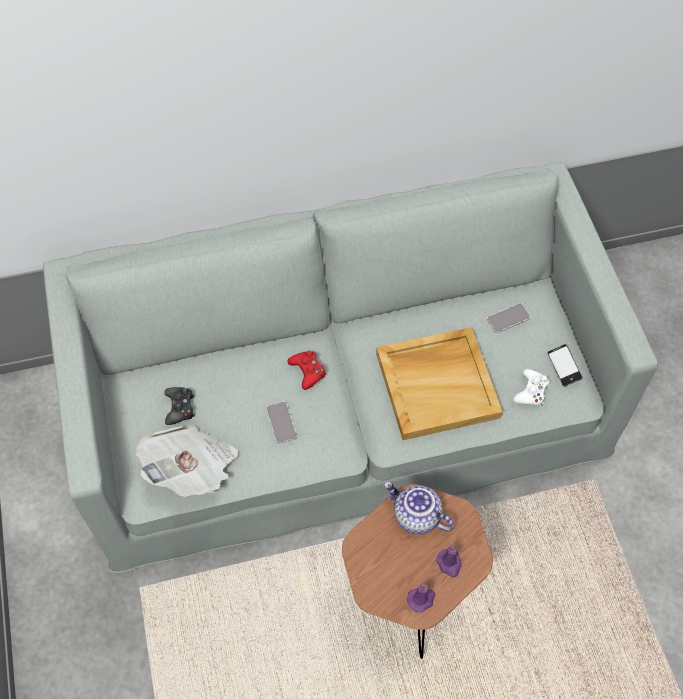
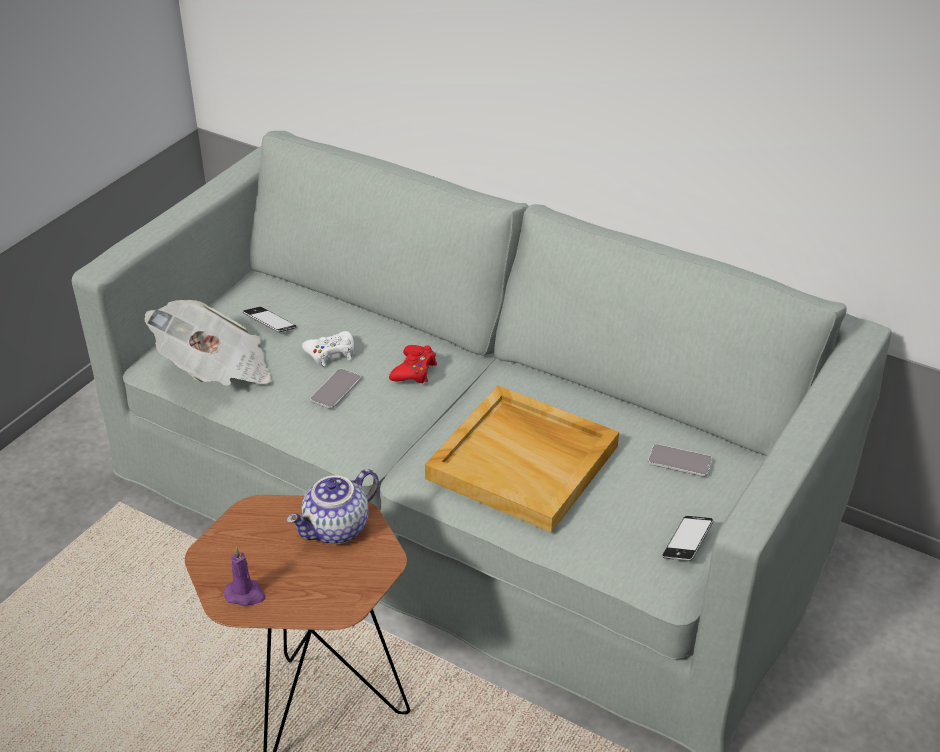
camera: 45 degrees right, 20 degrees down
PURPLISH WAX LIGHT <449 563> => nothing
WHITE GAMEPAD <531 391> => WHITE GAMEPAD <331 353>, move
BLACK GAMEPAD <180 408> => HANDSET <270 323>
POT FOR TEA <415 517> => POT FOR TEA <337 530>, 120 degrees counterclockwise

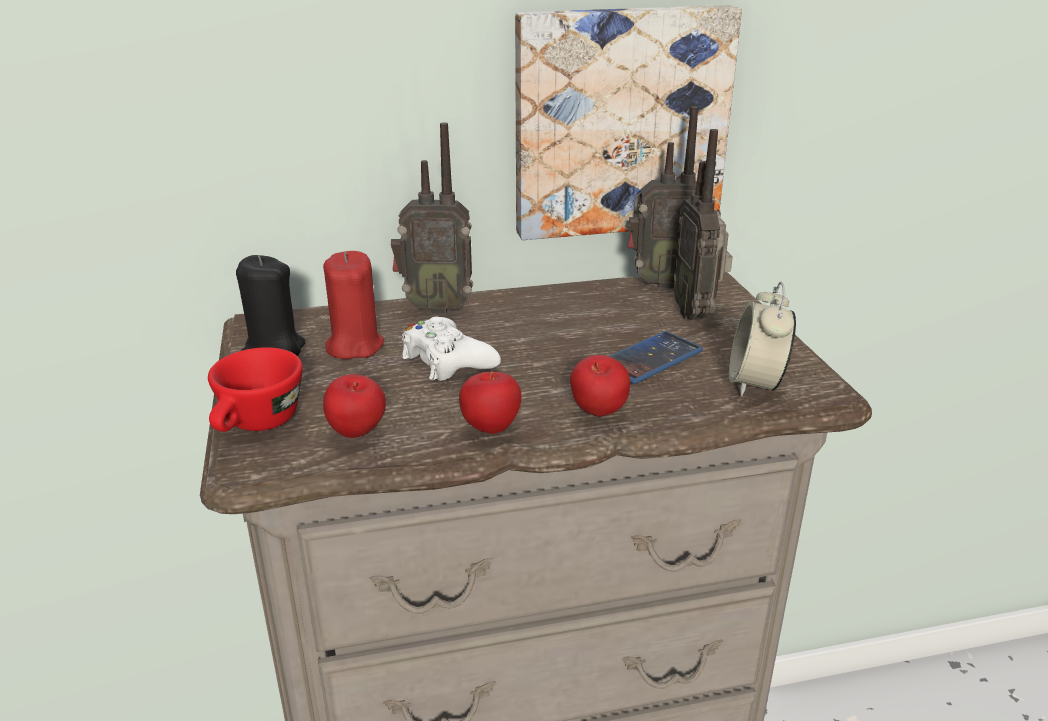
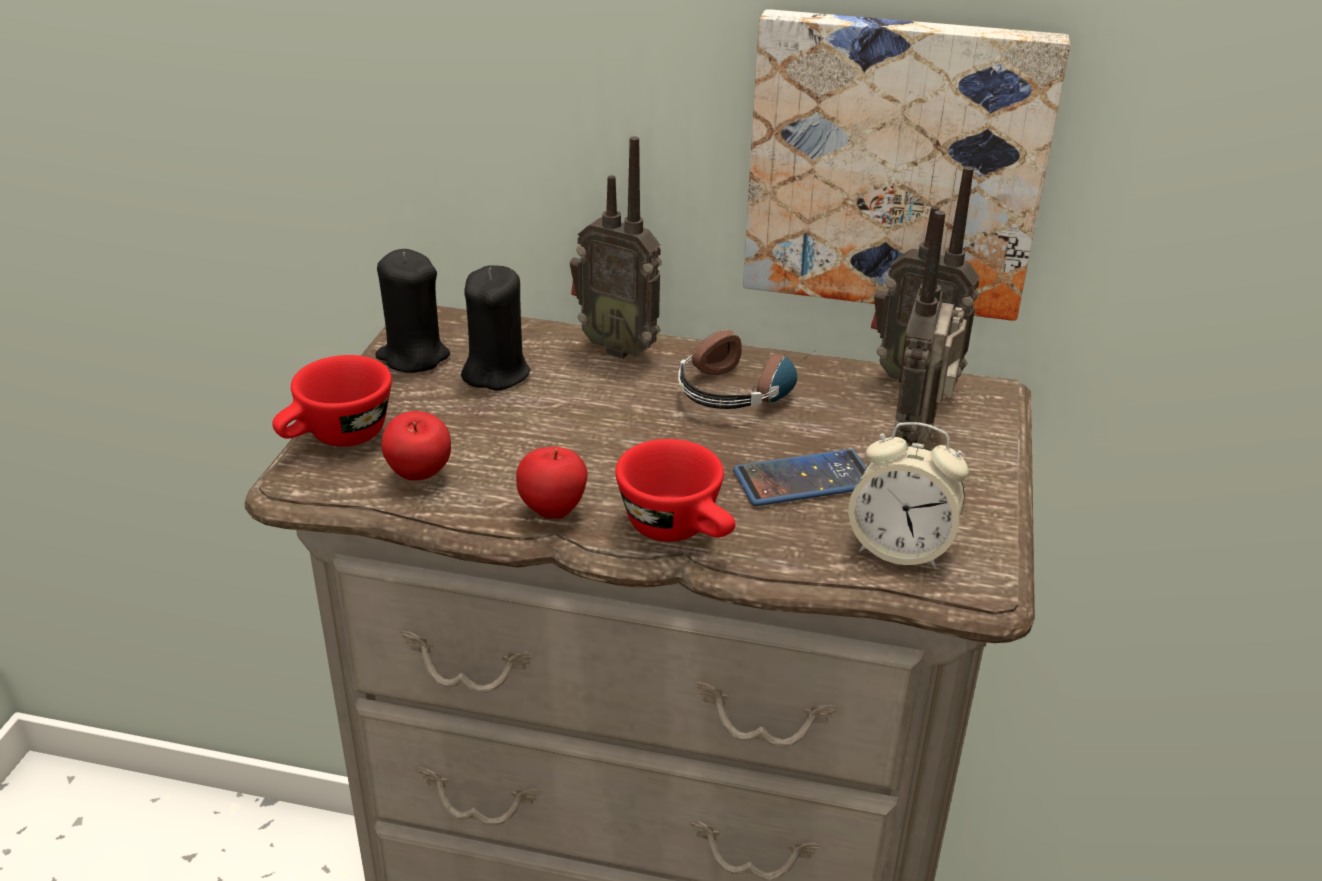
camera: 25 degrees right, 5 degrees up
WHITE GAMEPAD <447 361> => nothing
nothing => PAIR OF HEADPHONES <743 385>
APPLE <598 414> => RED-COLOURED SMALL CUP <680 530>
RED-COLOURED WAX LIGHT <354 346> => BLACK WAX LIGHT <496 373>
ALARM CLOCK <755 383> => ALARM CLOCK <900 548>, 105 degrees counterclockwise

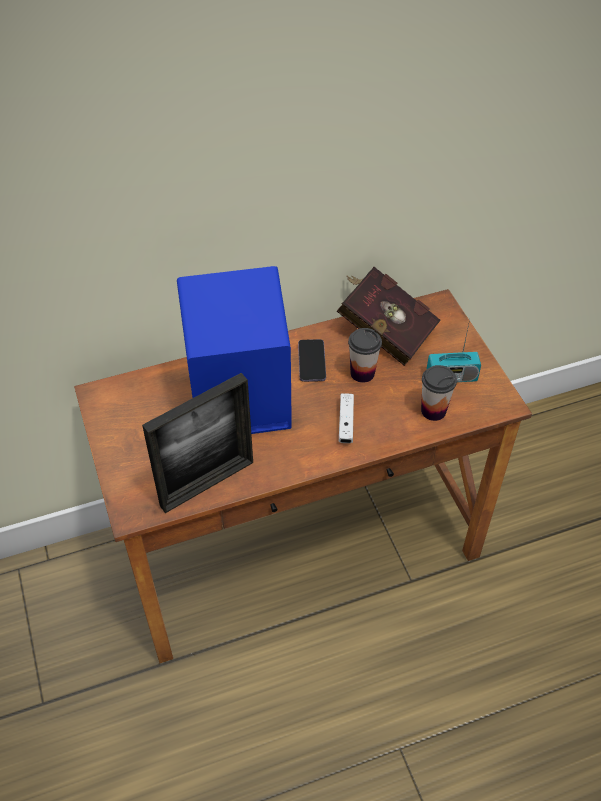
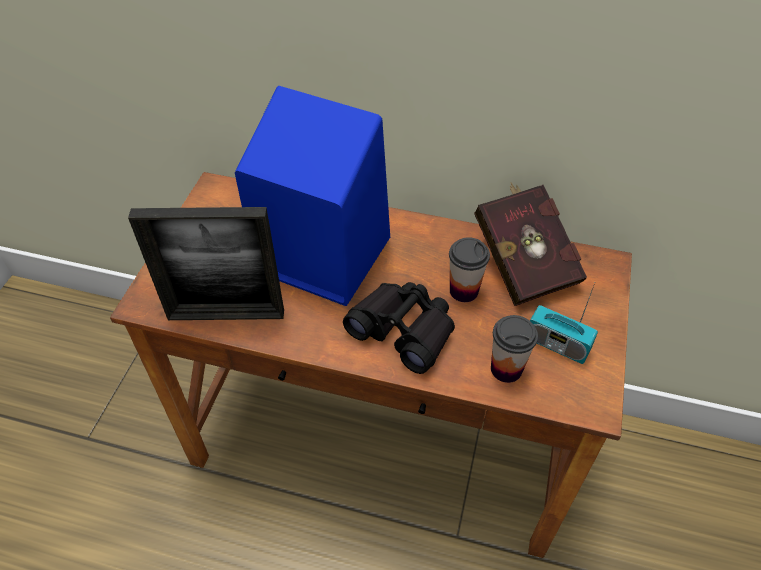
camera: 35 degrees right, 0 degrees up
HANDSET <311 361> => nothing
WHITE GAMEPAD <346 423> => BLACK FIELD GLASSES <404 330>

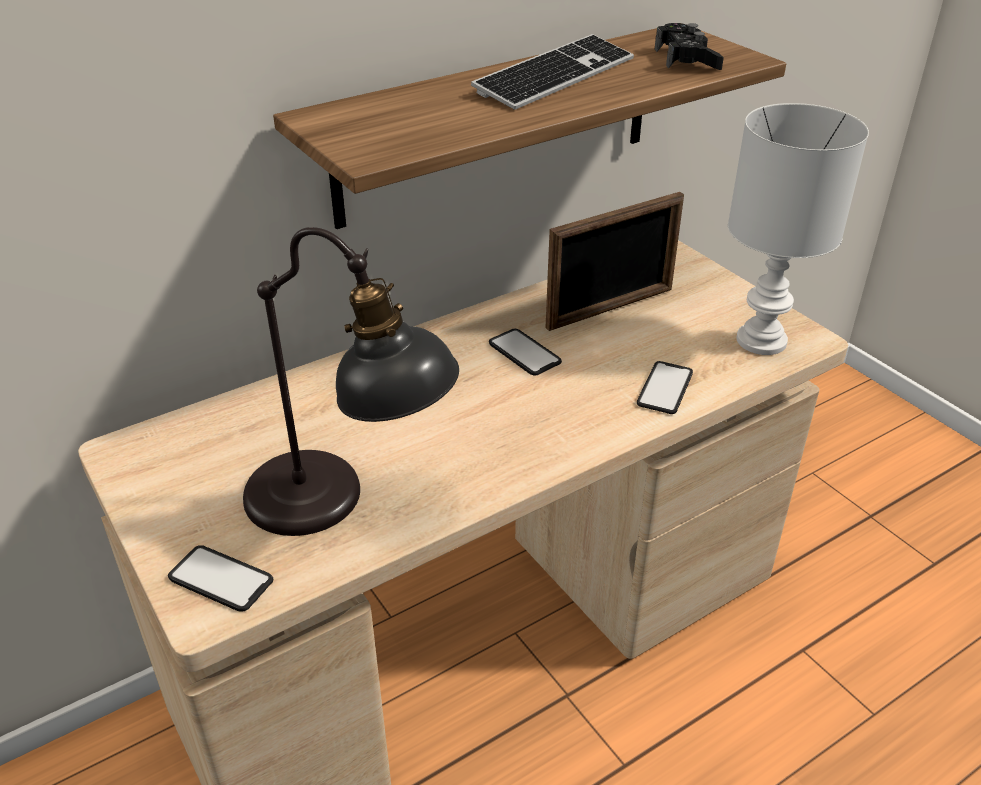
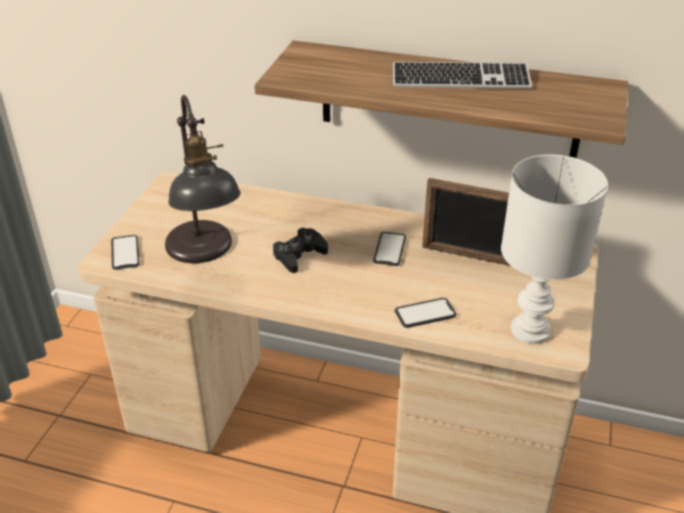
camera: 50 degrees right, 0 degrees up
BLACK GAMEPAD <687 59> => BLACK GAMEPAD <299 255>, move

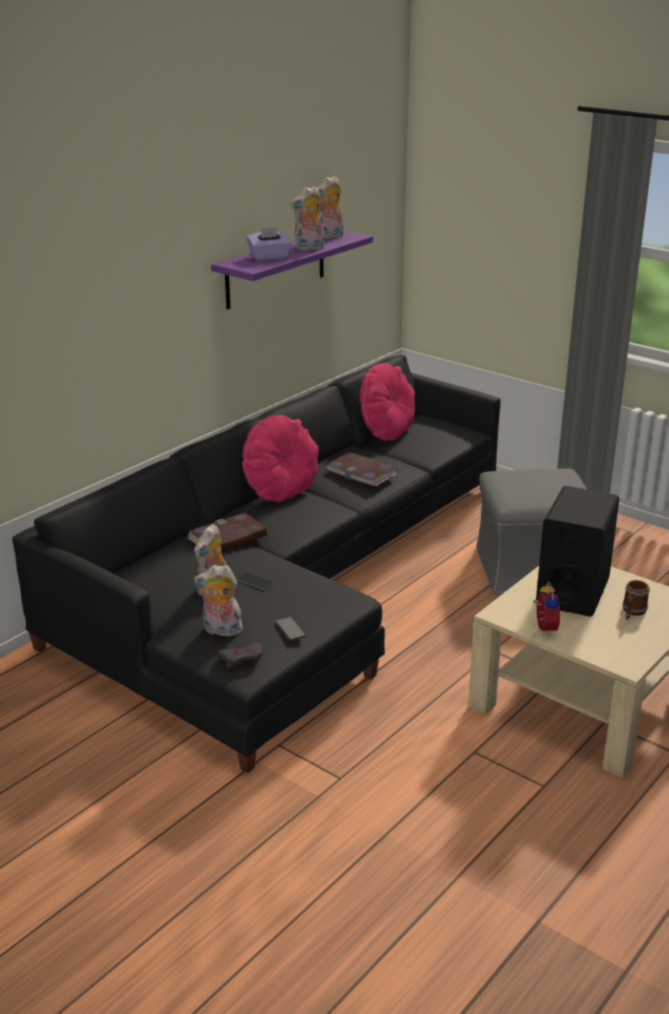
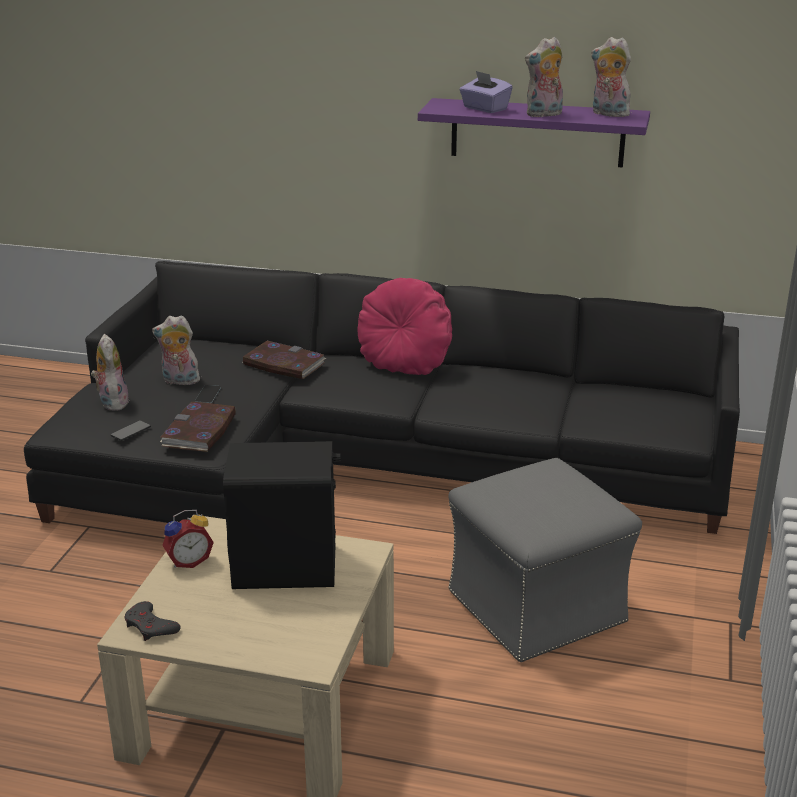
camera: 65 degrees right, 0 degrees up
PINKISH PILLOW <386 434> => nothing
TEA MUG <632 612> => nothing
GRAY GAMEPAD <242 658> => GRAY GAMEPAD <150 626>, move
BOUND BOOK <362 472> => BOUND BOOK <199 431>, move
SOFT TOY <309 248> => SOFT TOY <544 114>, 60 degrees counterclockwise

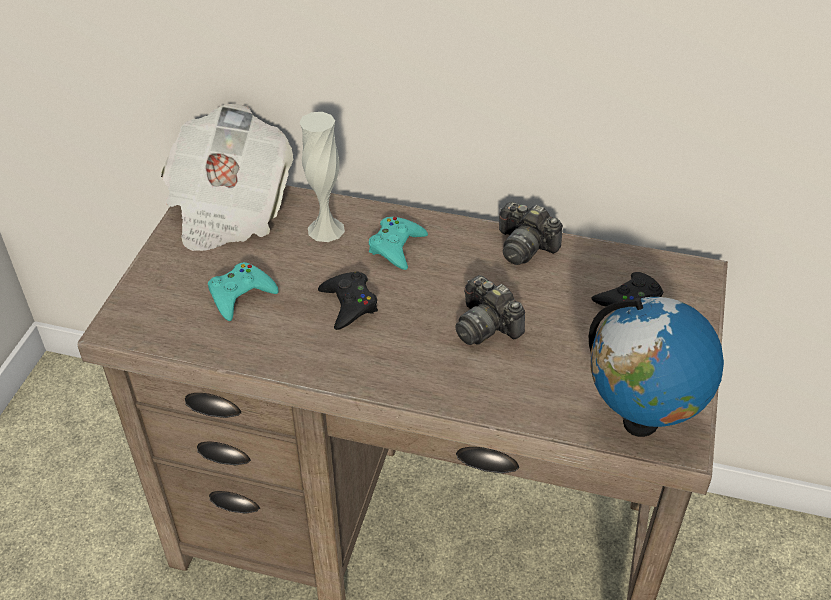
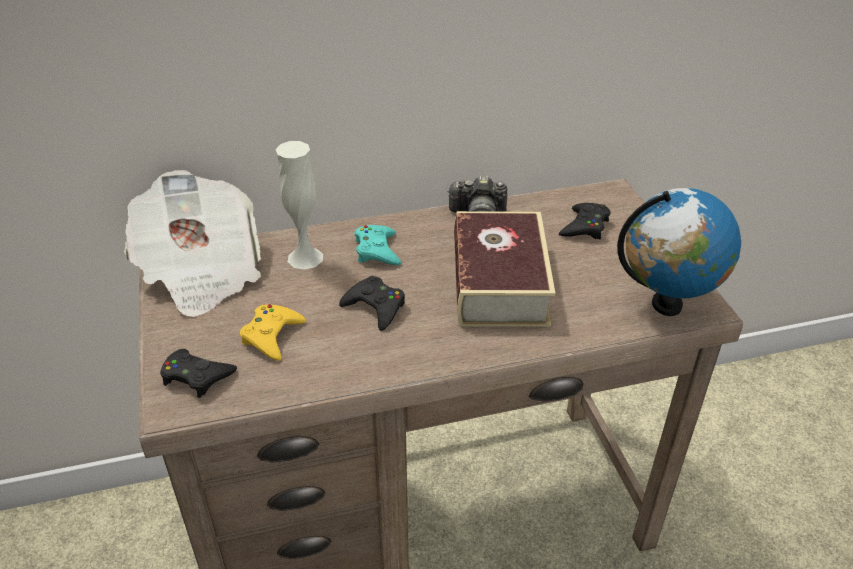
camera: 30 degrees left, 5 degrees down
nothing => BLACK GAMEPAD <196 376>
PHOTO CAMERA <486 326> => BOUND BOOK <499 282>
TURQUOISE GAMEPAD <240 295> => YELLOW-COLOURED GAMEPAD <272 336>

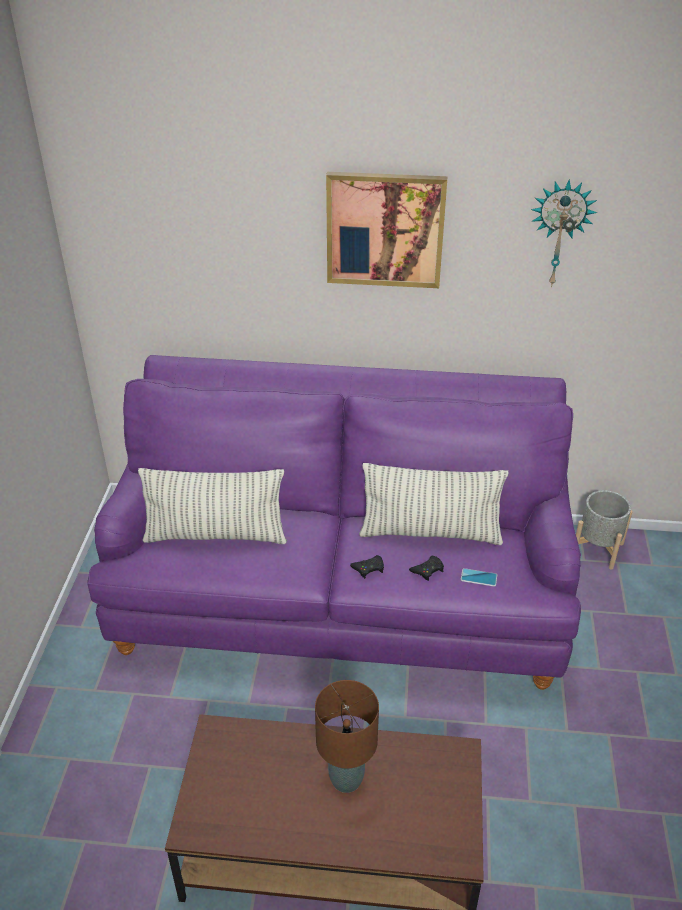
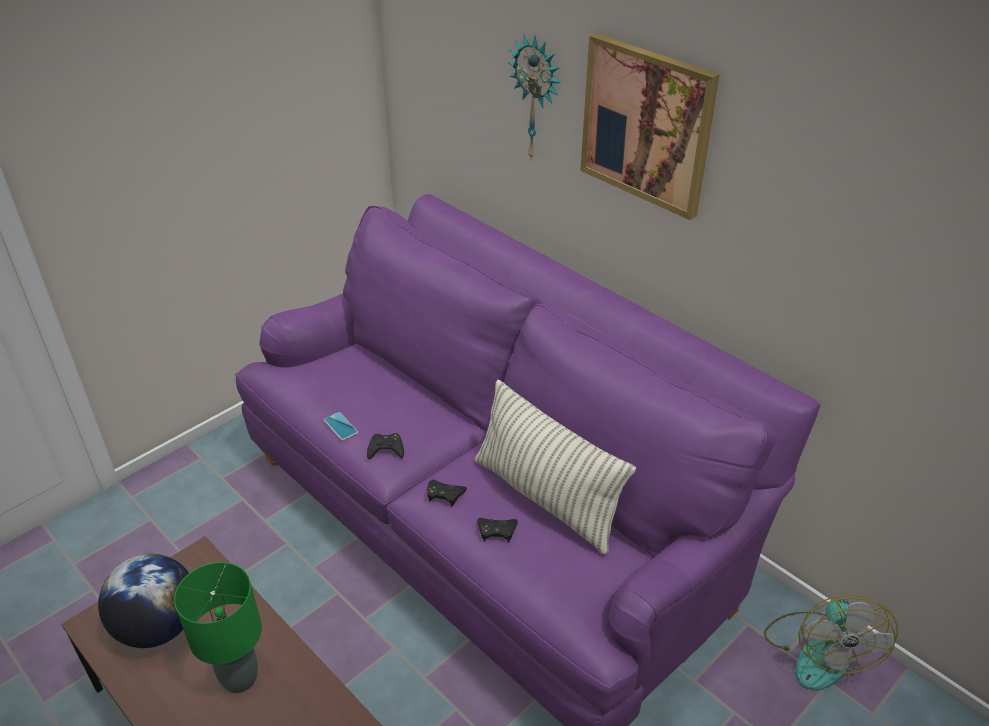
camera: 40 degrees right, 0 degrees up
PILLOW <216 535> => nothing
nothing => GLOBE <158 627>
nothing => BLACK GAMEPAD <386 449>
HANDSET <478 578> => HANDSET <341 426>, move
HANGING CLOCK <559 233> => HANGING CLOCK <536 99>, move
GRAY PLANTER <597 549> => COOLING FAN <818 651>
BROWNISH LAMP FOR A TABLE <345 779> => GREEN-COLOURED LAMP FOR A TABLE <239 677>

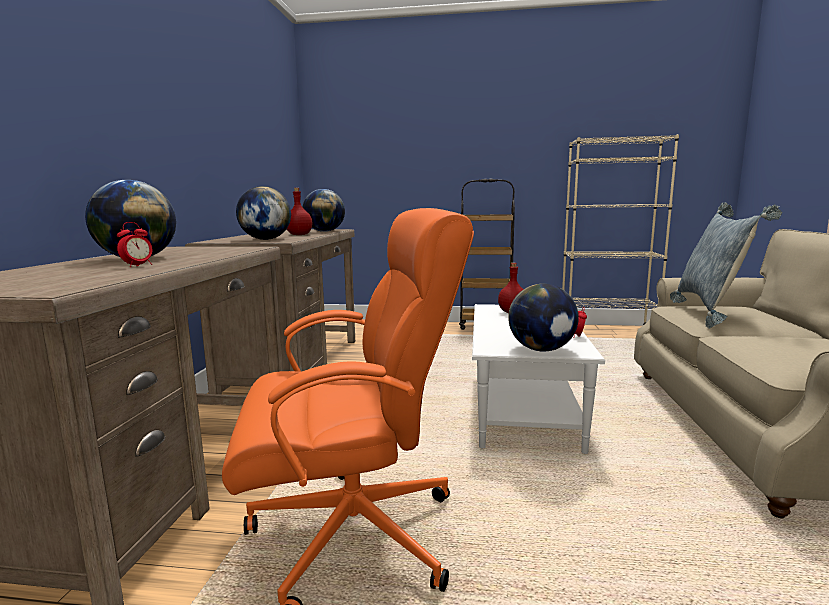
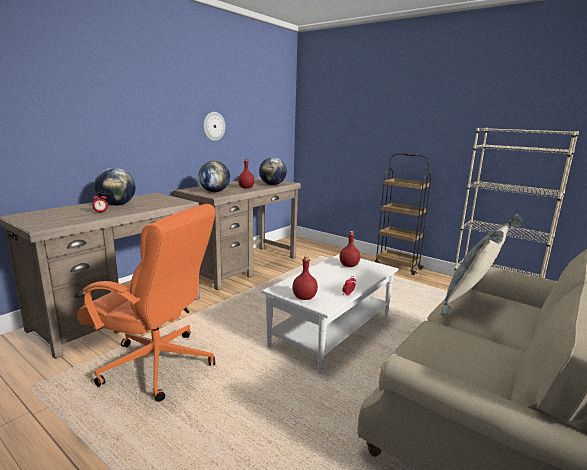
camera: 30 degrees right, 5 degrees up
nothing => HANGING CLOCK <213 126>
GLOBE <541 349> => RED-COLOURED BOTTLE <305 298>

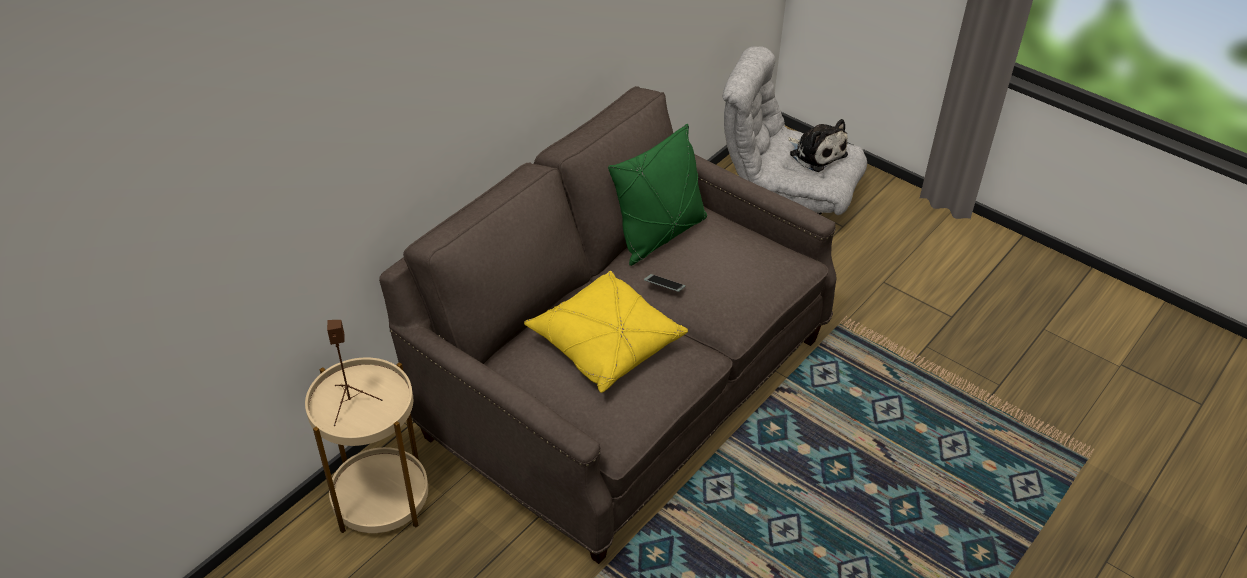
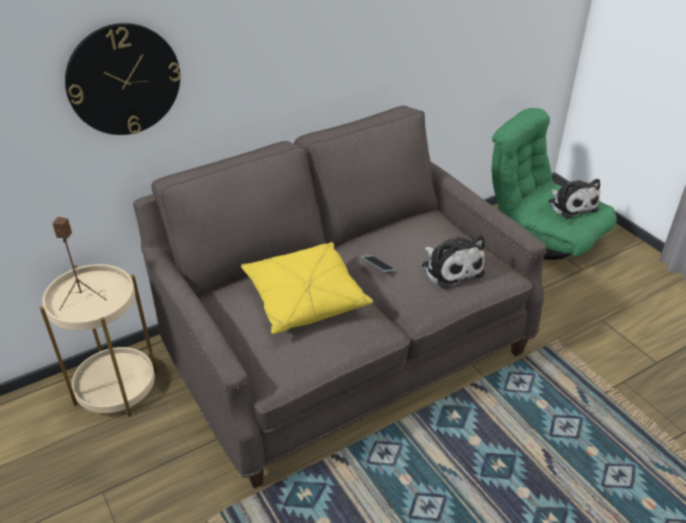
camera: 20 degrees right, 5 degrees down
GREEN-COLOURED PILLOW <660 235> => nothing
nothing => HANGING CLOCK <123 80>
nothing => SOFT TOY <451 268>
GRAY LOUNGE CHAIR <787 196> => GREEN-COLOURED LOUNGE CHAIR <543 238>

